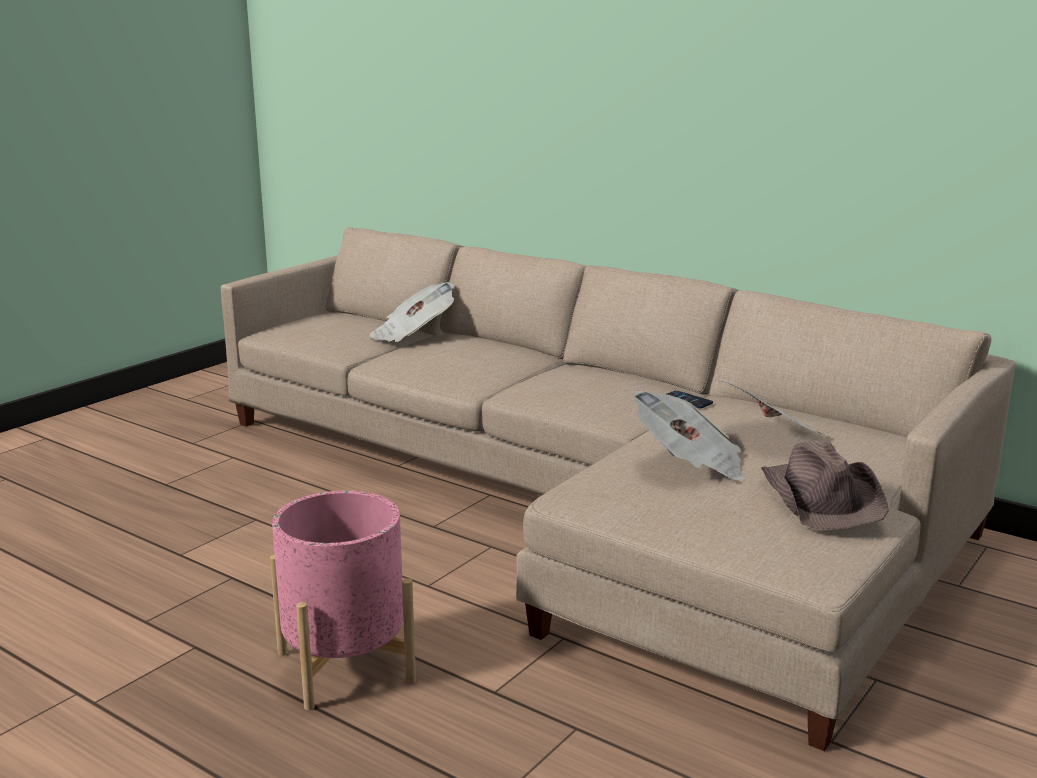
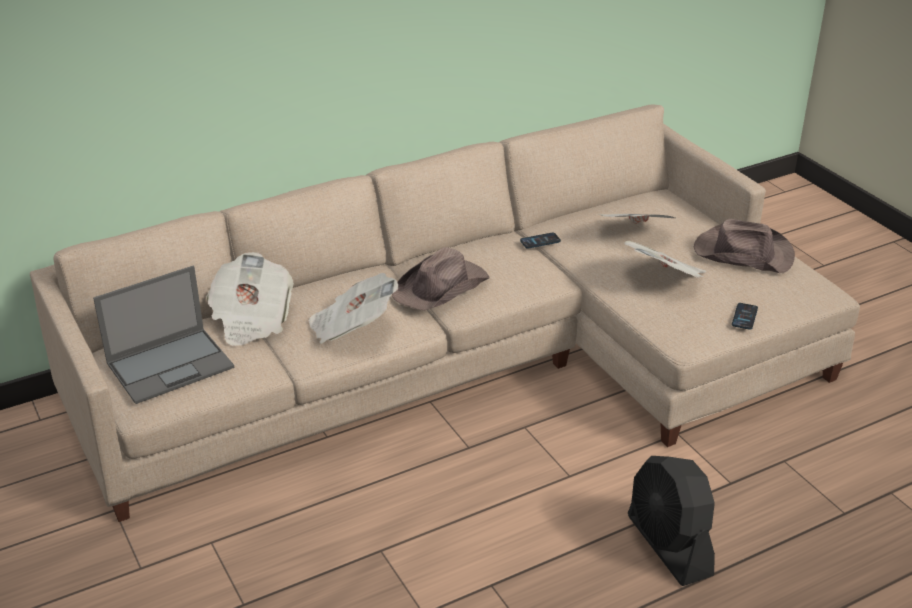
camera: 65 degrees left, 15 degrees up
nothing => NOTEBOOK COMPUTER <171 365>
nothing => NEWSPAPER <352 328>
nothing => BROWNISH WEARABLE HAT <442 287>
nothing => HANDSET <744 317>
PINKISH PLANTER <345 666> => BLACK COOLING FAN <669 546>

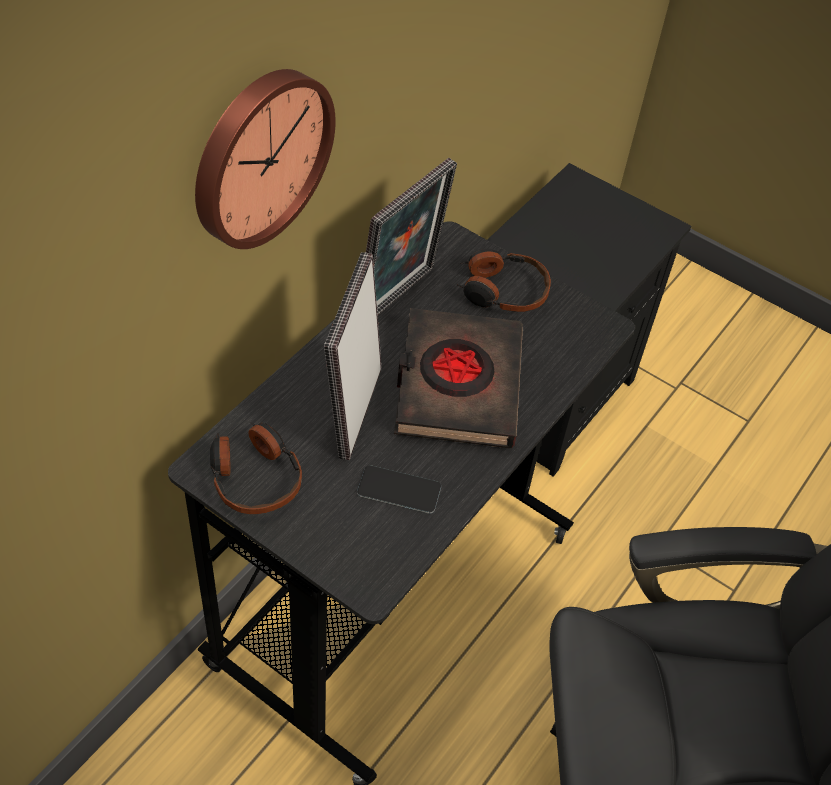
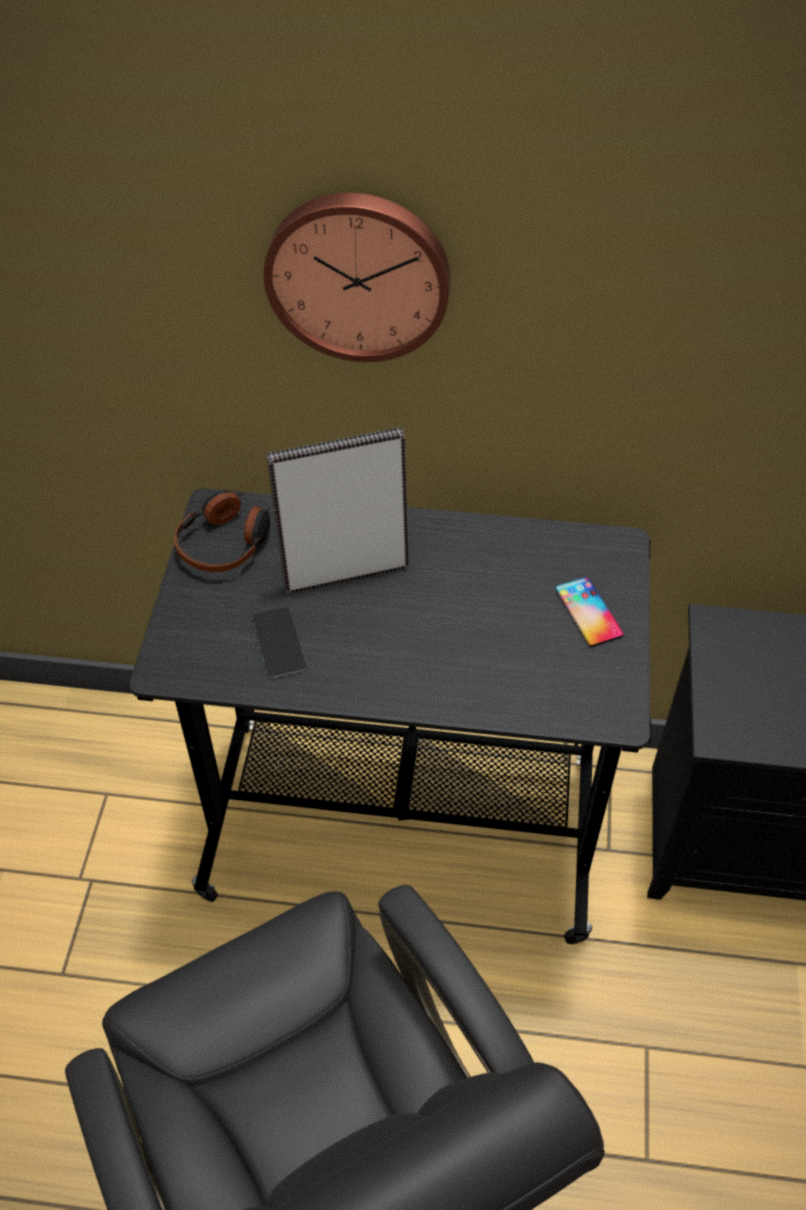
camera: 65 degrees right, 0 degrees up
STANDING FRAME <400 299> => nothing
BLACK BOUND BOOK <457 385> => nothing
PAIR OF HEADPHONES <502 291> => HANDSET <588 612>

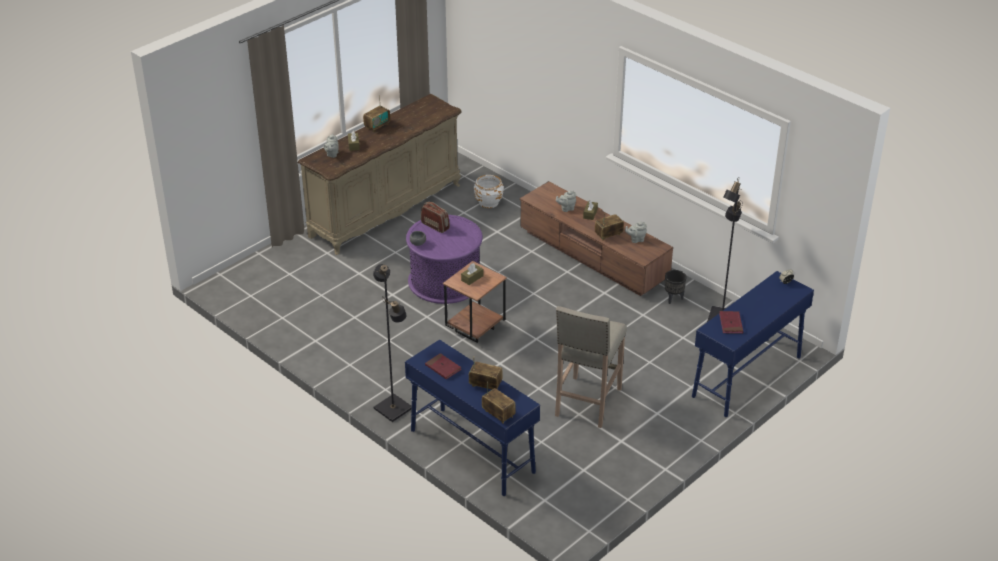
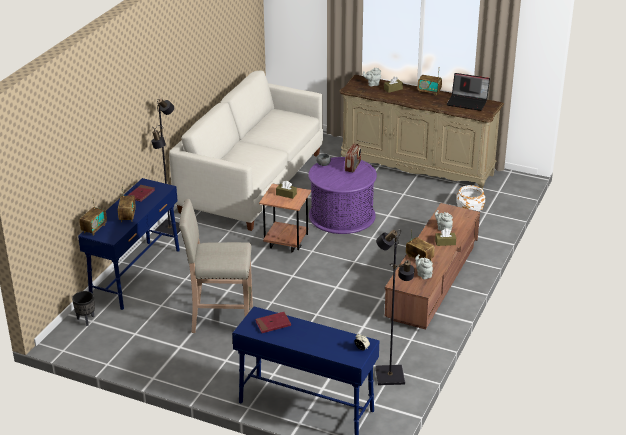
camera: 70 degrees right, 5 degrees down
nothing => WHITE SOFA <251 183>
nothing => NOTEBOOK COMPUTER <468 102>
BLACK PLANTER <673 298> => BLACK PLANTER <86 320>, move

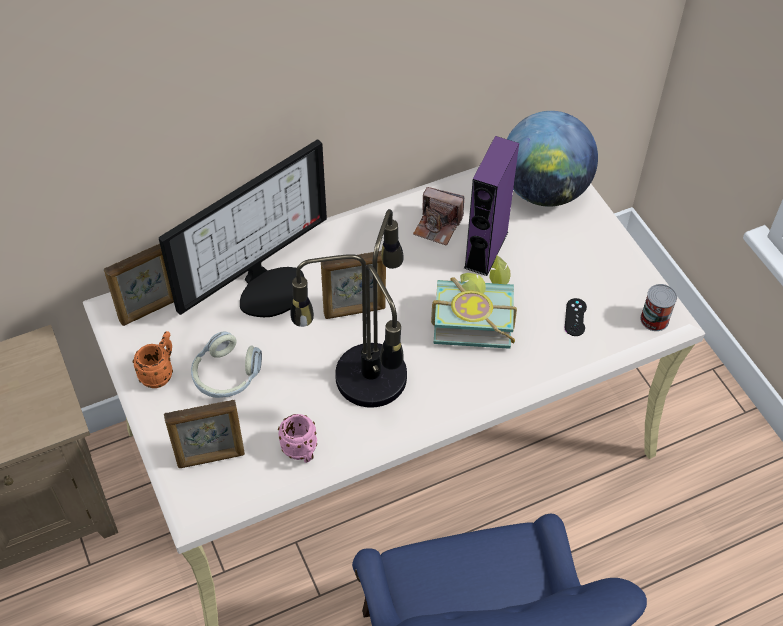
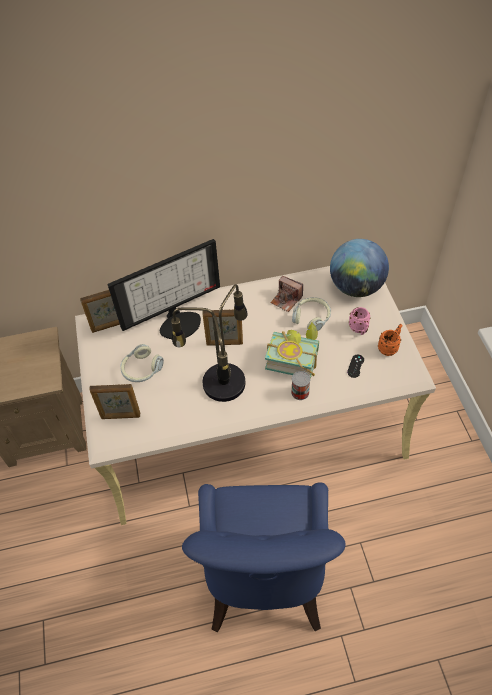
camera: 15 degrees right, 0 degrees up
ORANGEY TEA MUG <160 372> => ORANGEY TEA MUG <389 347>, move
PINKISH TEA MUG <302 452> => PINKISH TEA MUG <359 329>, move
CAN <654 319> => CAN <300 392>, move
PURPLISH AUDIO SPEAKER <486 250> => PAIR OF HEADPHONES <311 318>

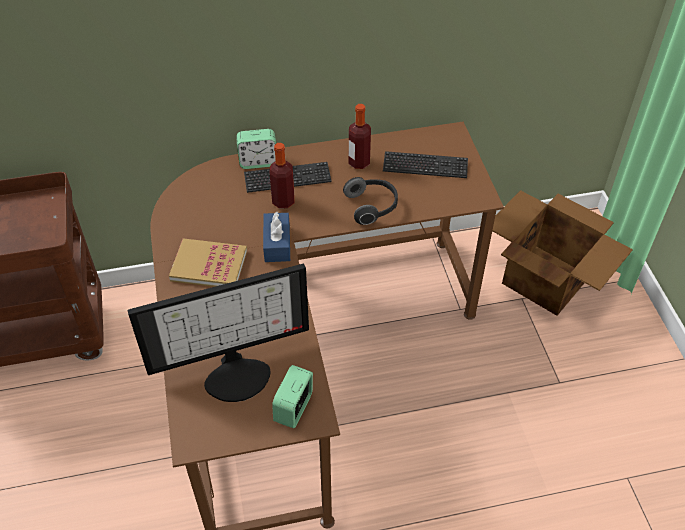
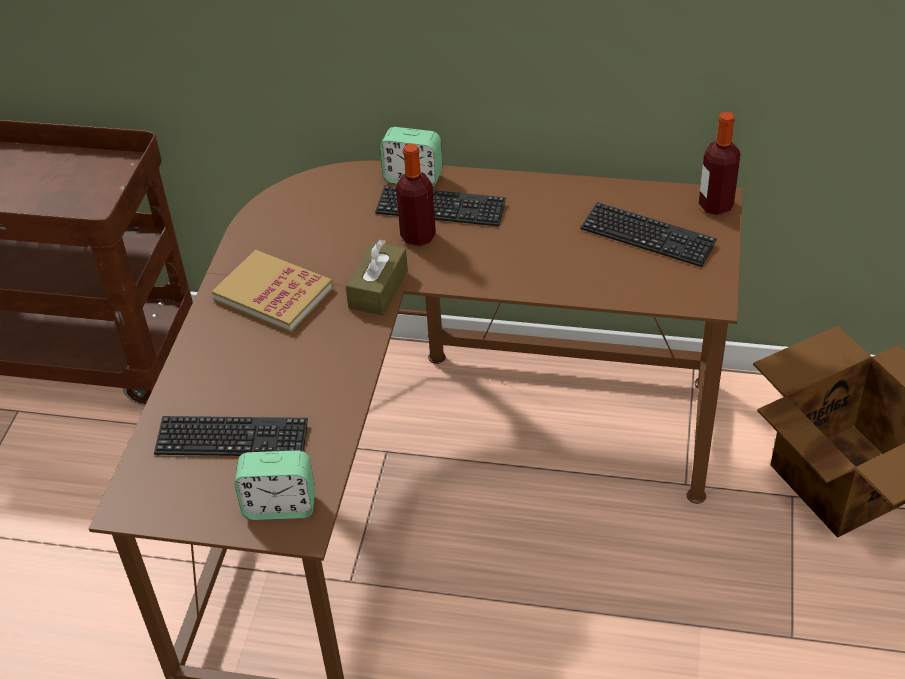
camera: 25 degrees right, 5 degrees down
PAIR OF HEADPHONES <372 207> => nothing
BOTTLE <359 162> => BOTTLE <715 205>, move
COMPUTER DISPLAY <237 373> => COMPUTER KEYBOARD <232 439>
BLUE TISSUE HOLDER <277 244> => BROWNISH TISSUE HOLDER <378 289>
ALARM CLOCK <294 408> => ALARM CLOCK <280 506>, 135 degrees counterclockwise

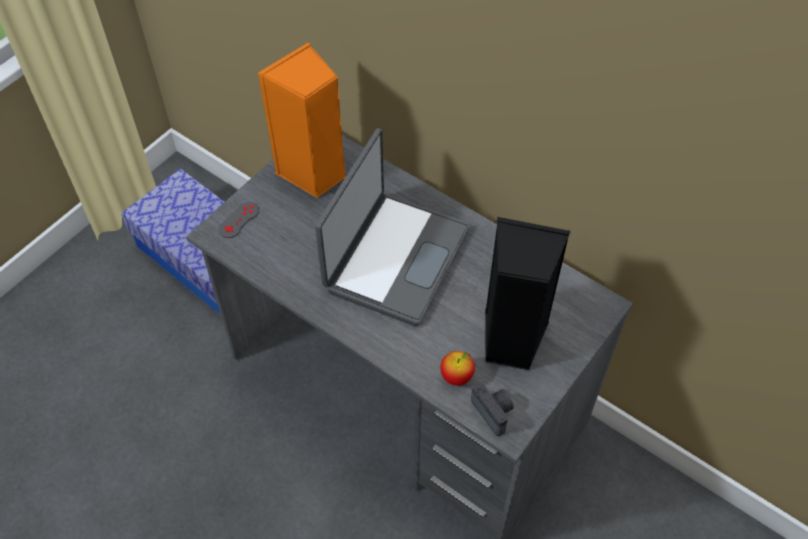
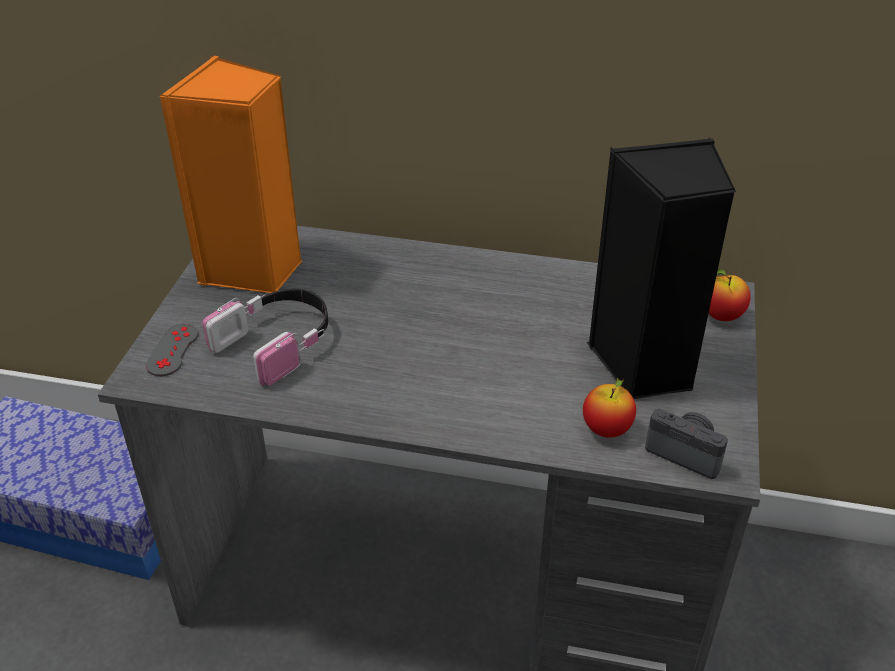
camera: 25 degrees left, 15 degrees down
NOTEBOOK COMPUTER <395 258> => nothing
nothing => PAIR OF HEADPHONES <277 343>
nothing => APPLE <721 316>

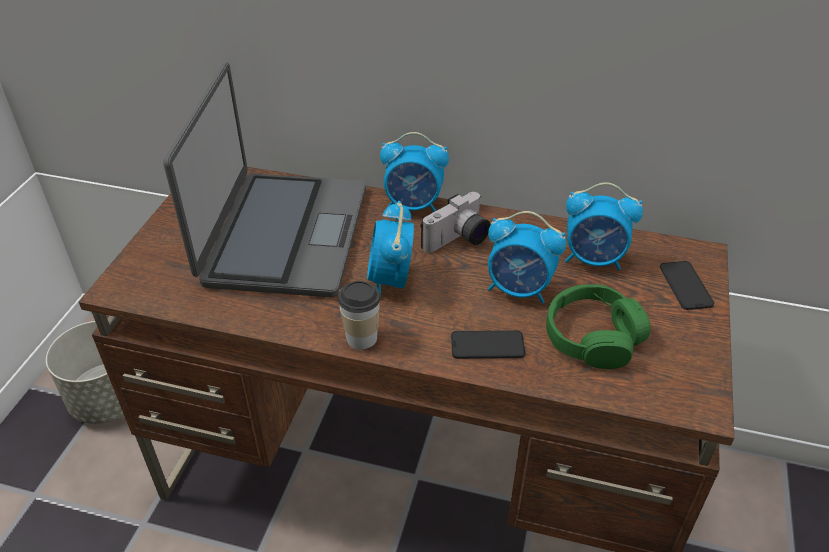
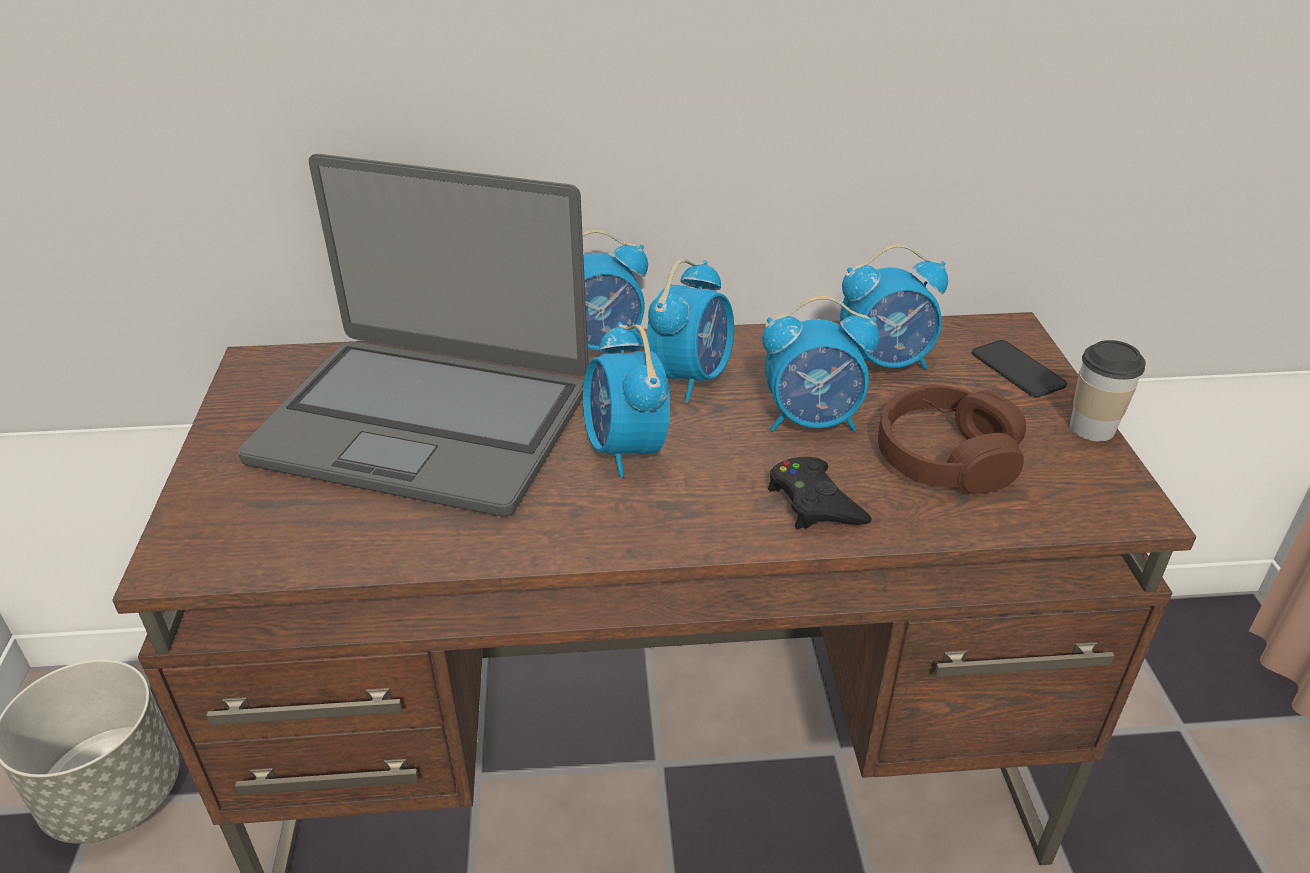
camera: 20 degrees left, 5 degrees down
SMALL CUP <361 338> => SMALL CUP <1092 428>, move
PHOTO CAMERA <458 240> => ALARM CLOCK <691 377>
HANDSET <487 345> => BLACK GAMEPAD <814 502>
GREEN-COLOURED PAIR OF HEADPHONES <593 337> => BROWNISH PAIR OF HEADPHONES <946 457>
NOTEBOOK COMPUTER <284 235> => NOTEBOOK COMPUTER <425 423>, 120 degrees clockwise

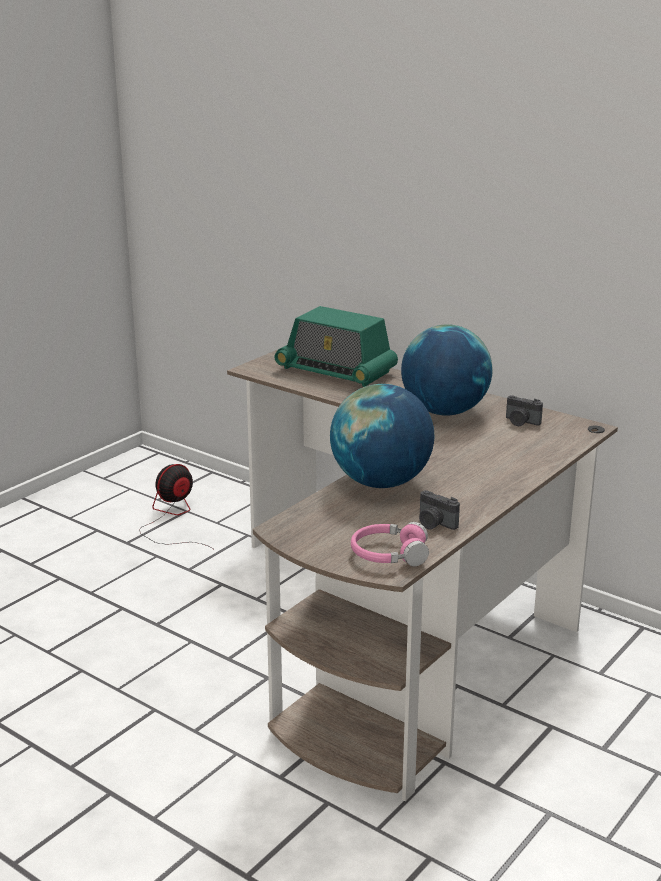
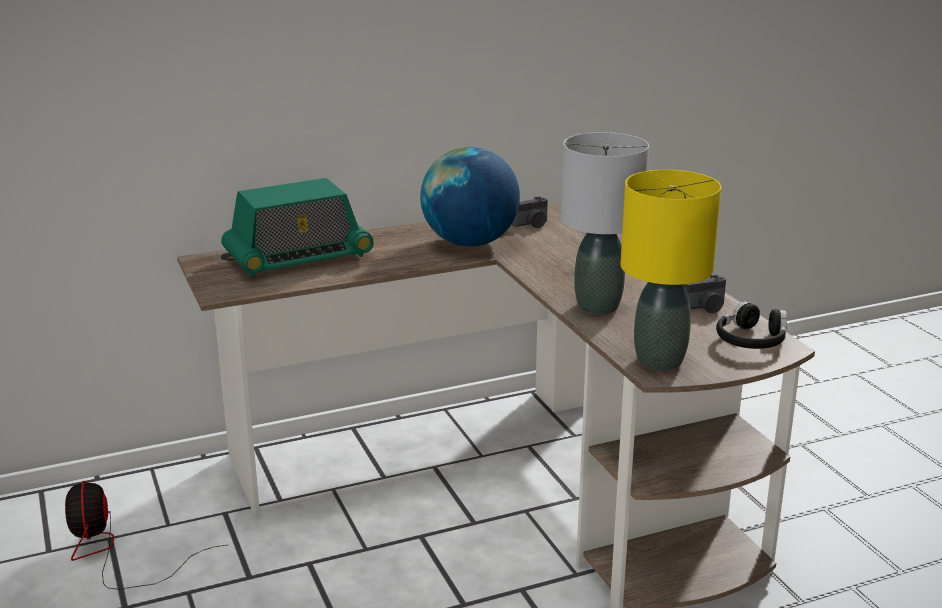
camera: 60 degrees left, 0 degrees up
nothing => YELLOW-COLOURED LAMP FOR A TABLE <659 361>
GLOBE <380 482> => GRAY LAMP FOR A TABLE <598 306>
PINKISH PAIR OF HEADPHONES <389 554> => BLACK PAIR OF HEADPHONES <751 340>

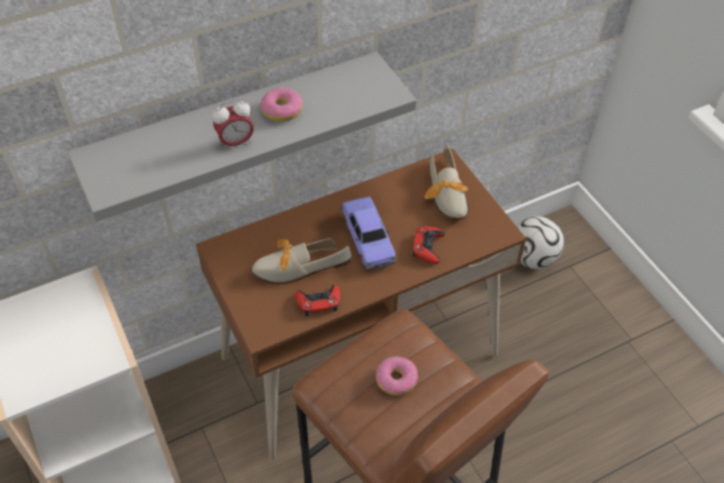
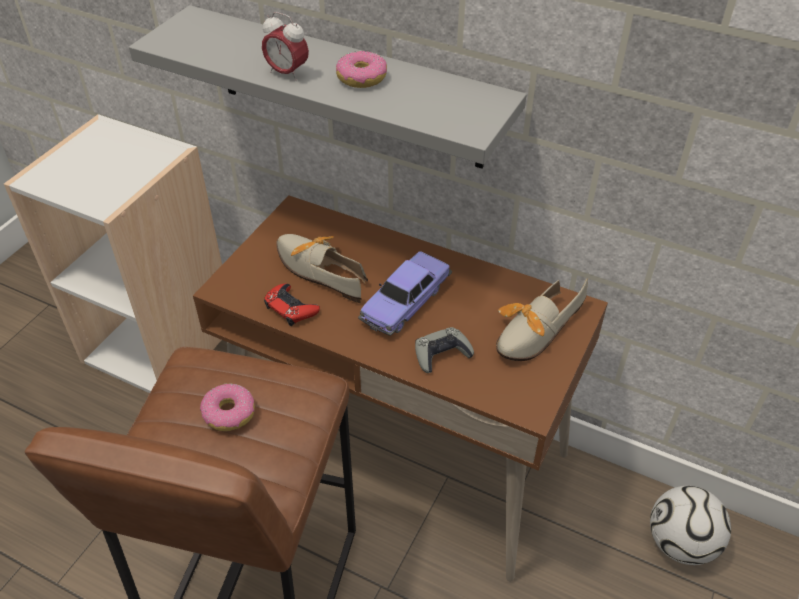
camera: 55 degrees right, 5 degrees down
RED-COLOURED GAMEPAD <428 247> => GRAY GAMEPAD <442 354>

